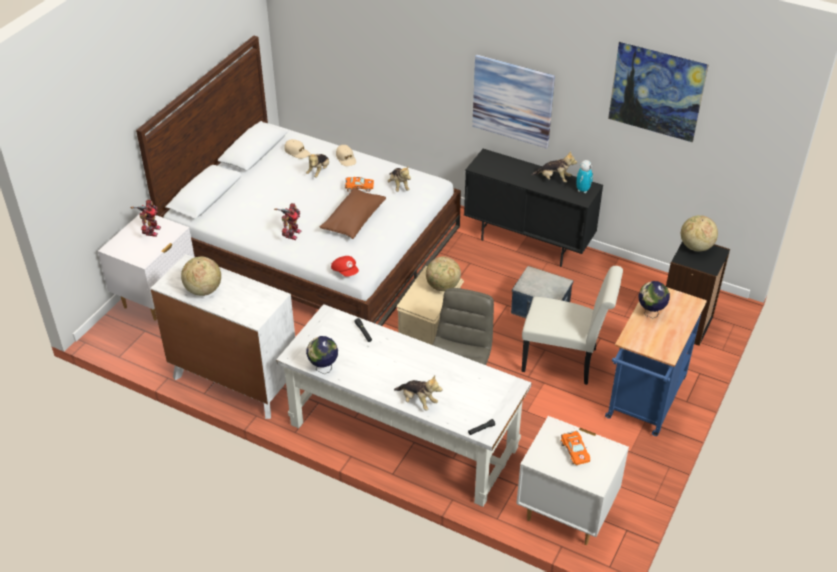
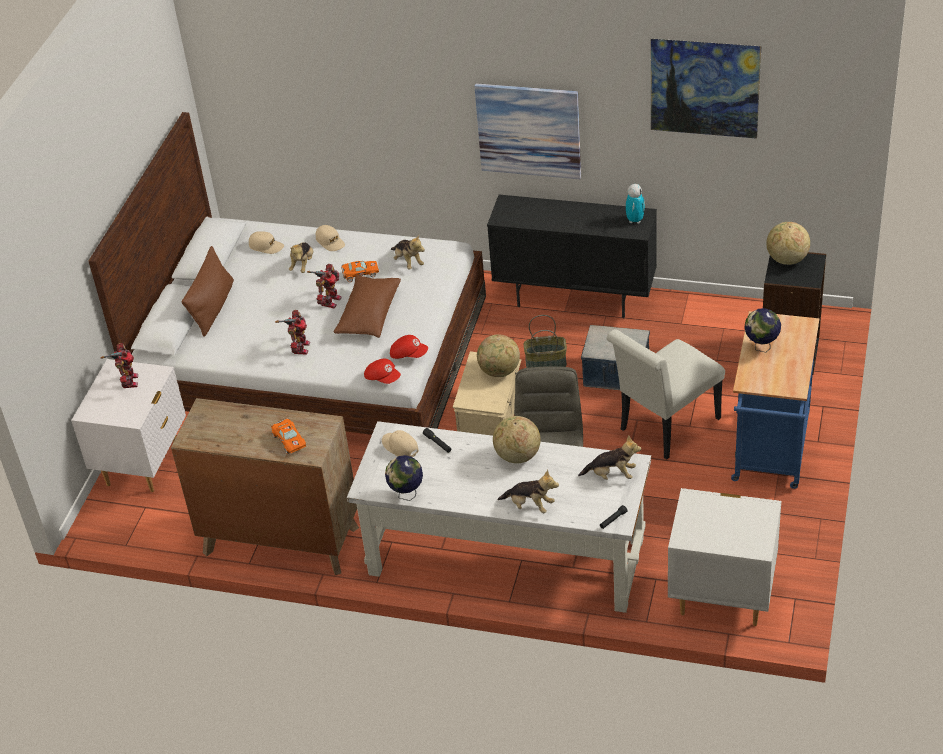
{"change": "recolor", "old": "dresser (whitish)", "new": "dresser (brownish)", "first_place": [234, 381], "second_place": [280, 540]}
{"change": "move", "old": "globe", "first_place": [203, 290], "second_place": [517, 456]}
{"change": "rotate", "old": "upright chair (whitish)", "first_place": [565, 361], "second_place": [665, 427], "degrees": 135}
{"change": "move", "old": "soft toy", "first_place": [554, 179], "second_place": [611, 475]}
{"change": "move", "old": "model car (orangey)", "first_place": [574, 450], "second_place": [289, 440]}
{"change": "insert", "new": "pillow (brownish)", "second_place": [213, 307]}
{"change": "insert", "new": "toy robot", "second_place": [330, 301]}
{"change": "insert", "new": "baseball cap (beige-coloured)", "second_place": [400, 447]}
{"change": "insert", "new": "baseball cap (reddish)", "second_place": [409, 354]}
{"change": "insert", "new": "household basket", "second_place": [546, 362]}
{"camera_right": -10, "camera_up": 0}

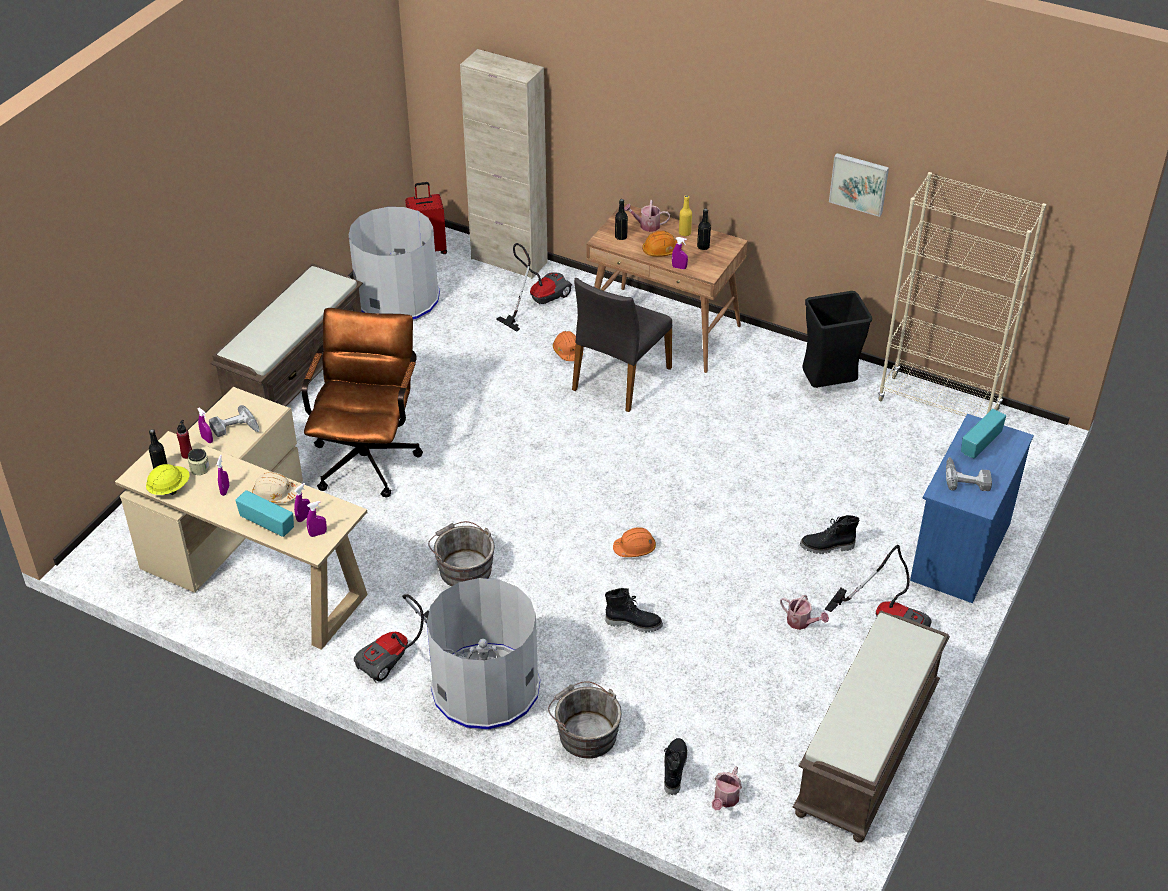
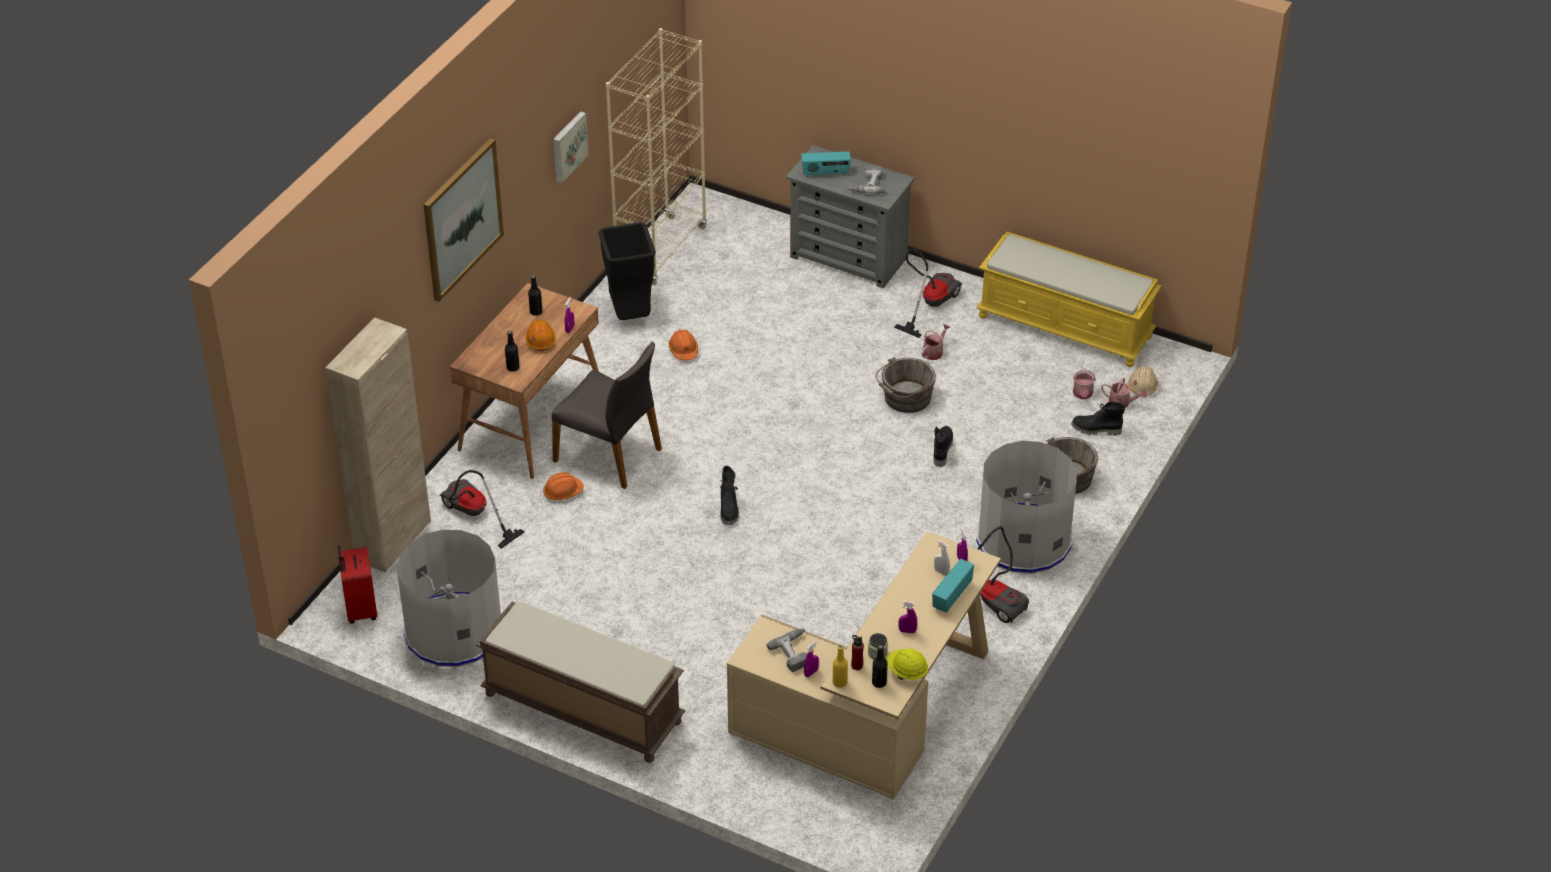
{"change": "move", "old": "work helmet (beige-coloured)", "first_place": [275, 495], "second_place": [1142, 386]}
{"change": "recolor", "old": "sprayer (purple-coloured)", "new": "sprayer (whitish)", "first_place": [304, 517], "second_place": [941, 572]}
{"change": "delete", "old": "desk chair (brownish)", "first_place": [368, 455]}
{"change": "move", "old": "pail (gray)", "first_place": [463, 568], "second_place": [905, 398]}
{"change": "move", "old": "work helmet (orangey)", "first_place": [634, 548], "second_place": [683, 350]}
{"change": "move", "old": "watering pot", "first_place": [646, 225], "second_place": [1082, 394]}
{"change": "move", "old": "bottle (yellow-coloured)", "first_place": [684, 233], "second_place": [839, 682]}
{"change": "recolor", "old": "bench (brownish)", "new": "bench (yellow-coloured)", "first_place": [867, 752], "second_place": [1066, 326]}
{"change": "move", "old": "tall boot (black-coloured)", "first_place": [827, 547], "second_place": [729, 509]}
{"change": "recolor", "old": "dresser (blue-coloured)", "new": "dresser (gray)", "first_place": [960, 552], "second_place": [849, 257]}
{"change": "rotate", "old": "radio", "first_place": [980, 444], "second_place": [825, 173], "degrees": -45}
{"change": "insert", "new": "wall art", "second_place": [462, 219]}
{"camera_right": -90, "camera_up": 0}

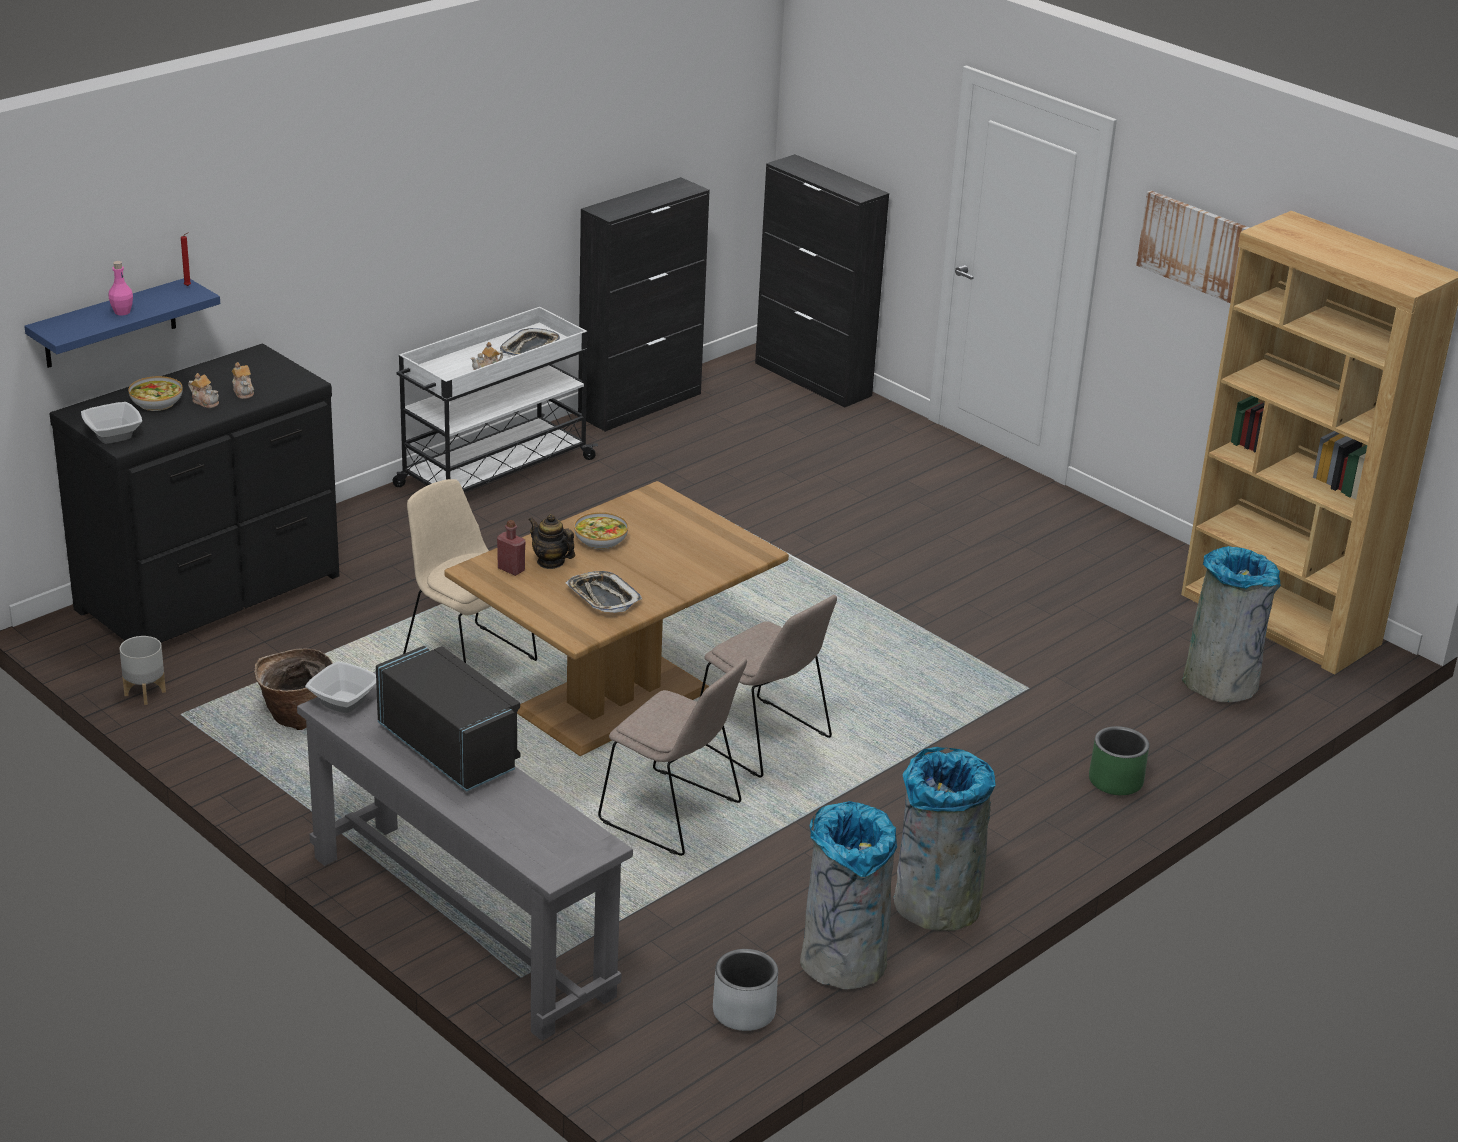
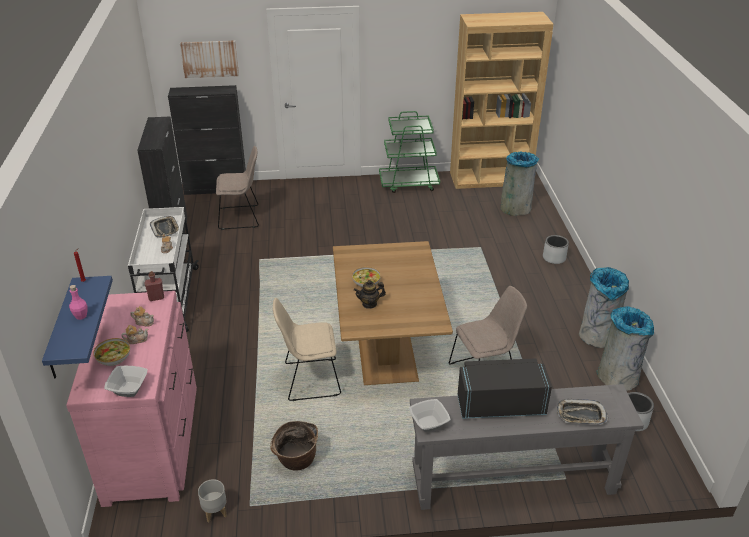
{"change": "recolor", "old": "dresser (black-coloured)", "new": "dresser (pink)", "first_place": [212, 594], "second_place": [154, 442]}
{"change": "move", "old": "bottle (reddish)", "first_place": [511, 569], "second_place": [156, 298]}
{"change": "move", "old": "carrying tray", "first_place": [603, 597], "second_place": [581, 415]}
{"change": "move", "old": "upright chair (beige-coloured)", "first_place": [765, 741], "second_place": [241, 217]}
{"change": "recolor", "old": "planter (greenish)", "new": "planter (gray)", "first_place": [1115, 781], "second_place": [554, 258]}
{"change": "move", "old": "wall art", "first_place": [1193, 246], "second_place": [209, 58]}
{"change": "insert", "new": "trolley (greenish)", "second_place": [409, 183]}
{"camera_right": -50, "camera_up": 5}

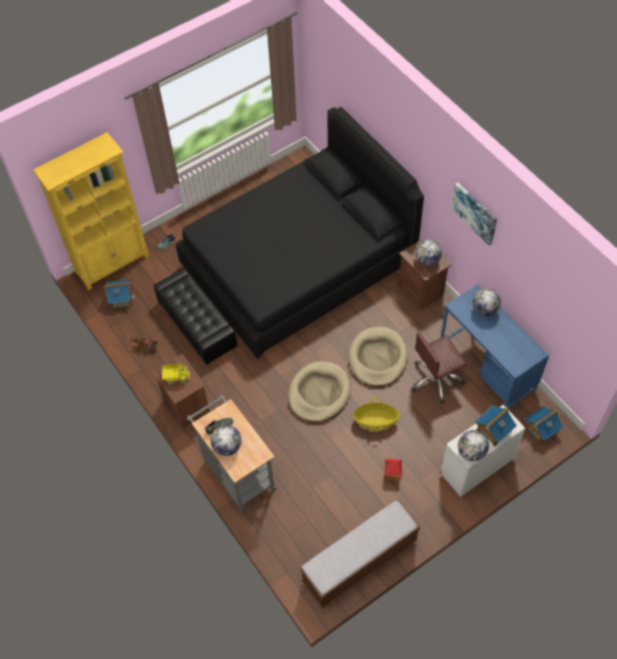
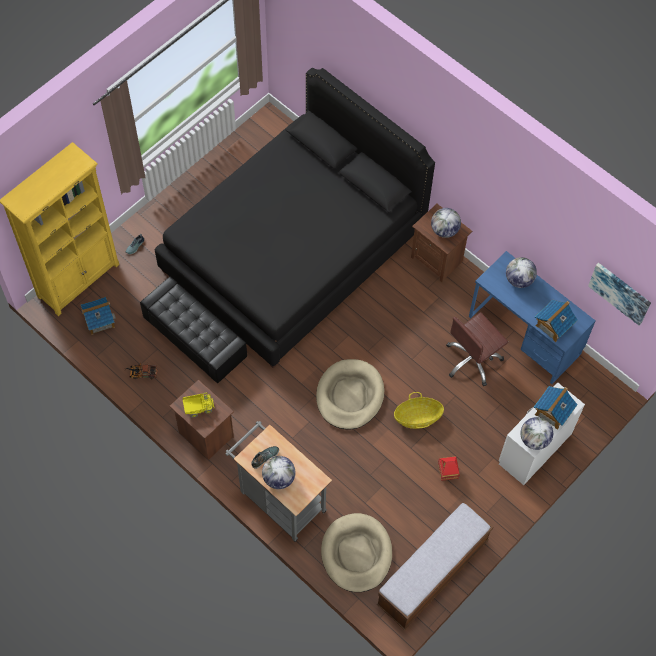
{"change": "move", "old": "pet bed (beige-coloured)", "first_place": [378, 358], "second_place": [356, 554]}
{"change": "move", "old": "wall art", "first_place": [475, 213], "second_place": [620, 292]}
{"change": "move", "old": "miniature house", "first_place": [541, 429], "second_place": [553, 325]}
{"camera_right": -15, "camera_up": 5}

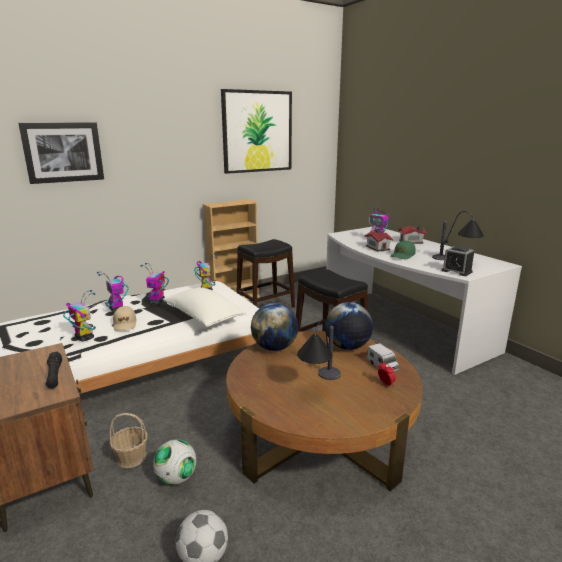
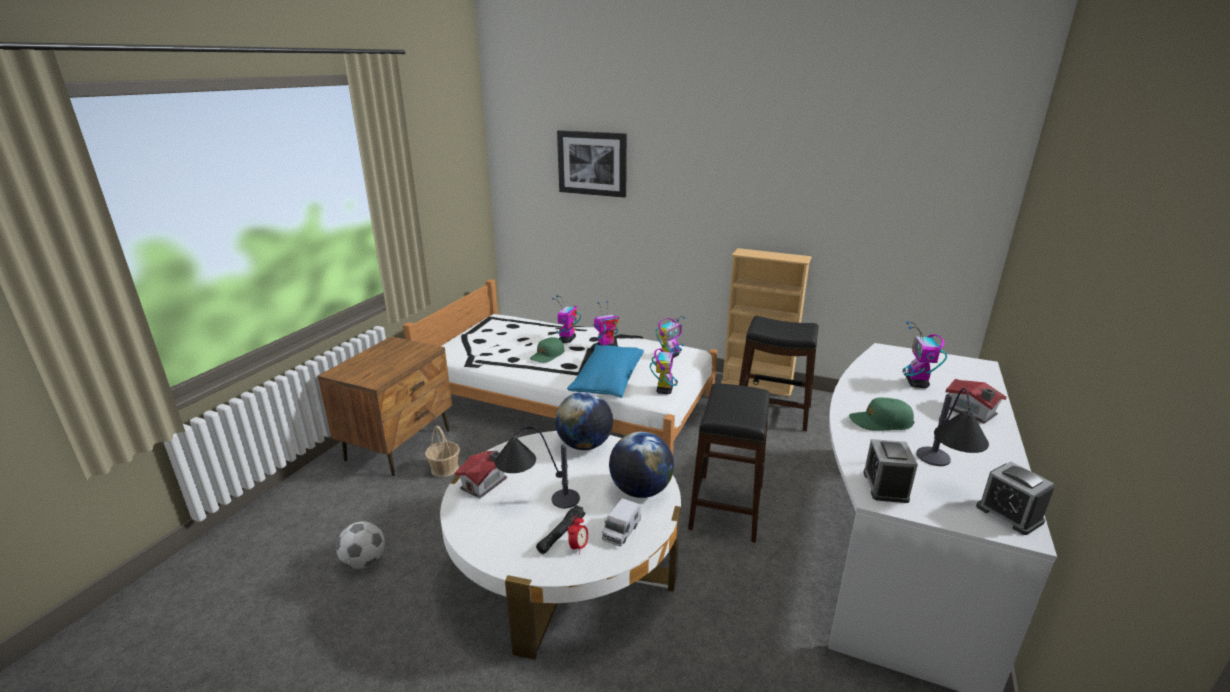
{"change": "move", "old": "flashlight (black-coloured)", "first_place": [54, 375], "second_place": [561, 535]}
{"change": "move", "old": "toy robot", "first_place": [84, 337], "second_place": [664, 390]}
{"change": "recolor", "old": "baseball cap (beige-coloured)", "new": "baseball cap (greenish)", "first_place": [125, 324], "second_place": [547, 355]}
{"change": "delete", "old": "football ball", "first_place": [176, 478]}
{"change": "recolor", "old": "pillow (whitish)", "new": "pillow (blue-coloured)", "first_place": [203, 317], "second_place": [607, 382]}
{"change": "delete", "old": "wall art", "first_place": [257, 132]}
{"change": "recolor", "old": "low table (brownish)", "new": "low table (whitish)", "first_place": [320, 433], "second_place": [565, 562]}
{"change": "move", "old": "miniature house", "first_place": [378, 248], "second_place": [485, 483]}
{"change": "insert", "new": "alarm clock", "second_place": [1009, 514]}
{"camera_right": 55, "camera_up": 5}

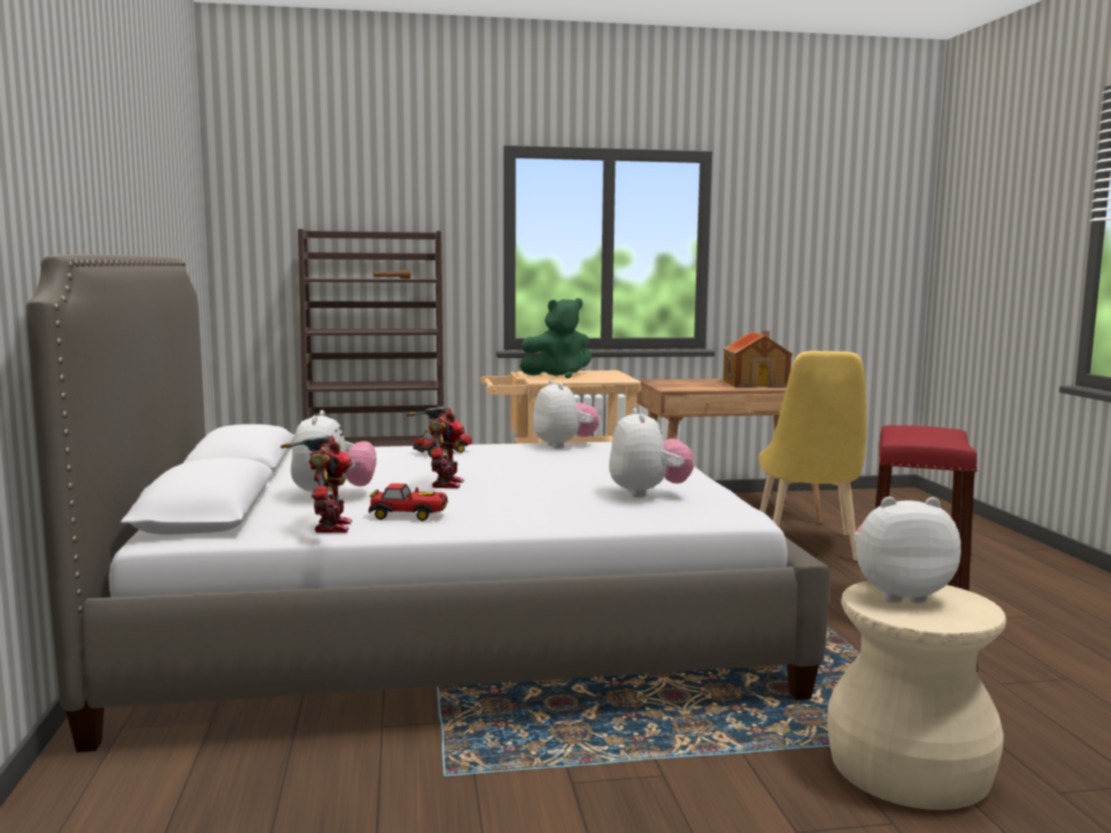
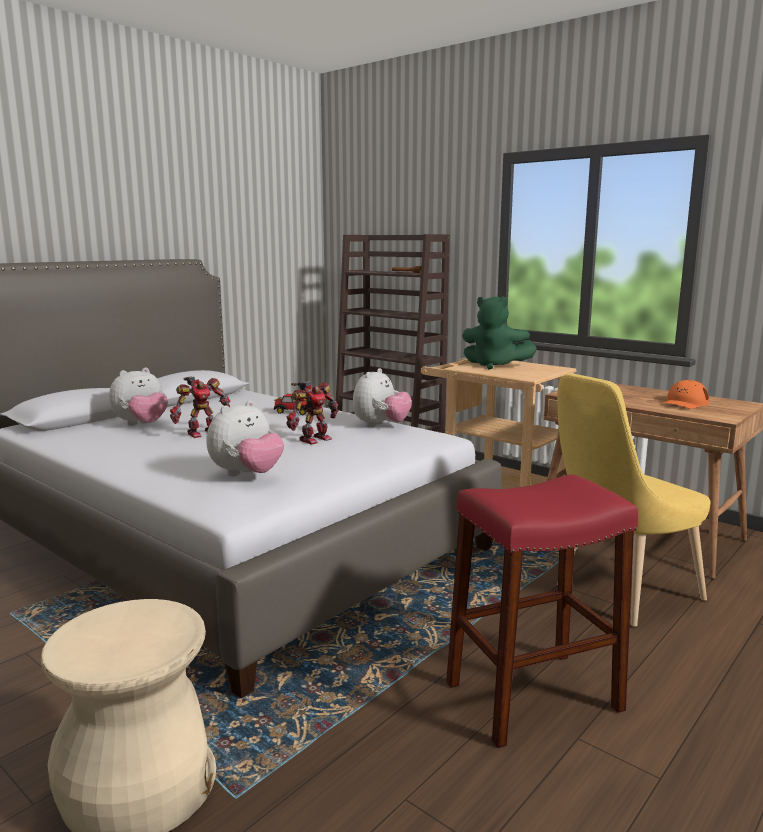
{"change": "move", "old": "toy robot", "first_place": [329, 527], "second_place": [313, 439]}
{"change": "delete", "old": "model car", "first_place": [409, 515]}
{"change": "replace", "old": "miniature house", "new": "baseball cap (orangey)", "first_place": [756, 383], "second_place": [684, 403]}
{"change": "delete", "old": "soft toy", "first_place": [899, 595]}
{"camera_right": 50, "camera_up": 5}

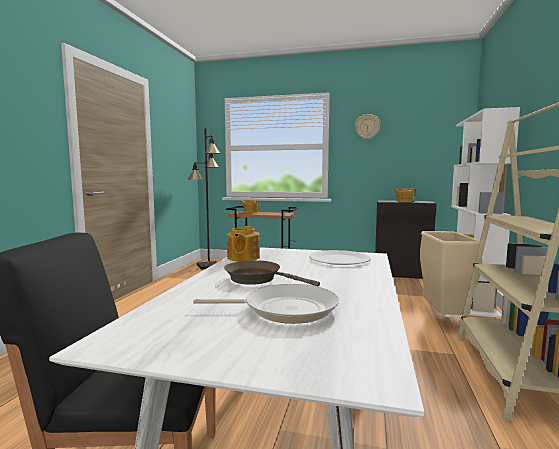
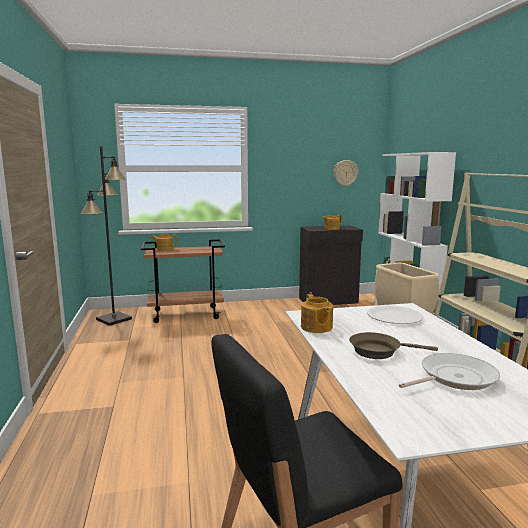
{"change": "move", "old": "hanging clock", "first_place": [367, 127], "second_place": [345, 173]}
{"camera_right": -25, "camera_up": 5}

